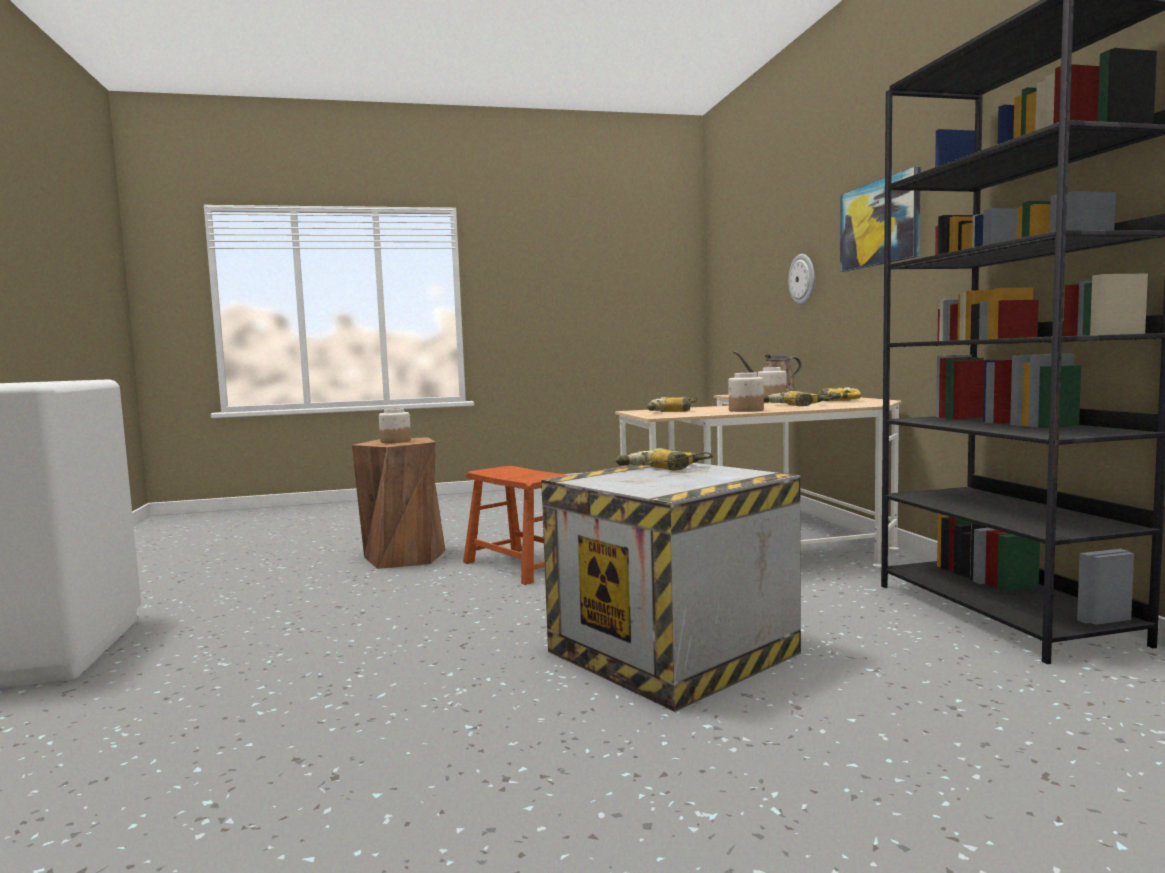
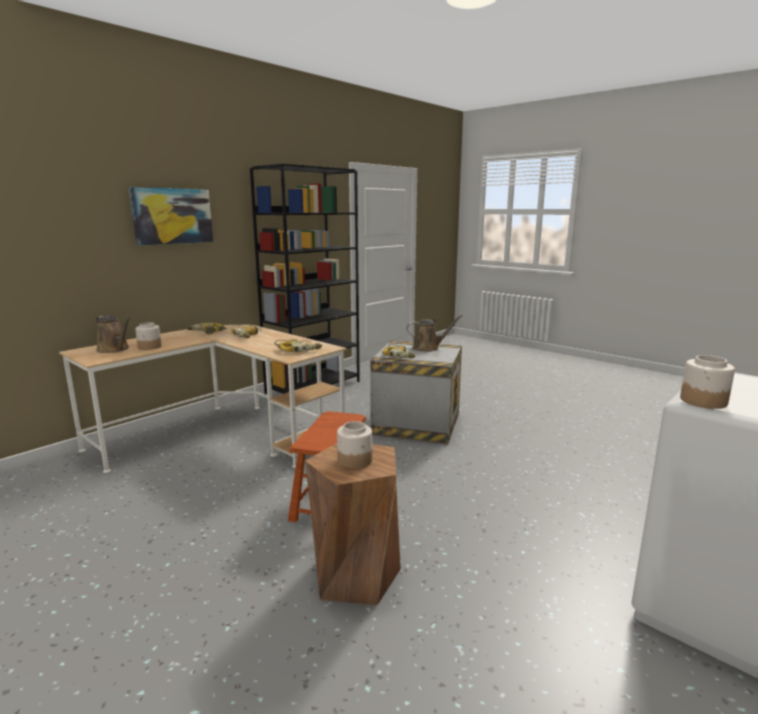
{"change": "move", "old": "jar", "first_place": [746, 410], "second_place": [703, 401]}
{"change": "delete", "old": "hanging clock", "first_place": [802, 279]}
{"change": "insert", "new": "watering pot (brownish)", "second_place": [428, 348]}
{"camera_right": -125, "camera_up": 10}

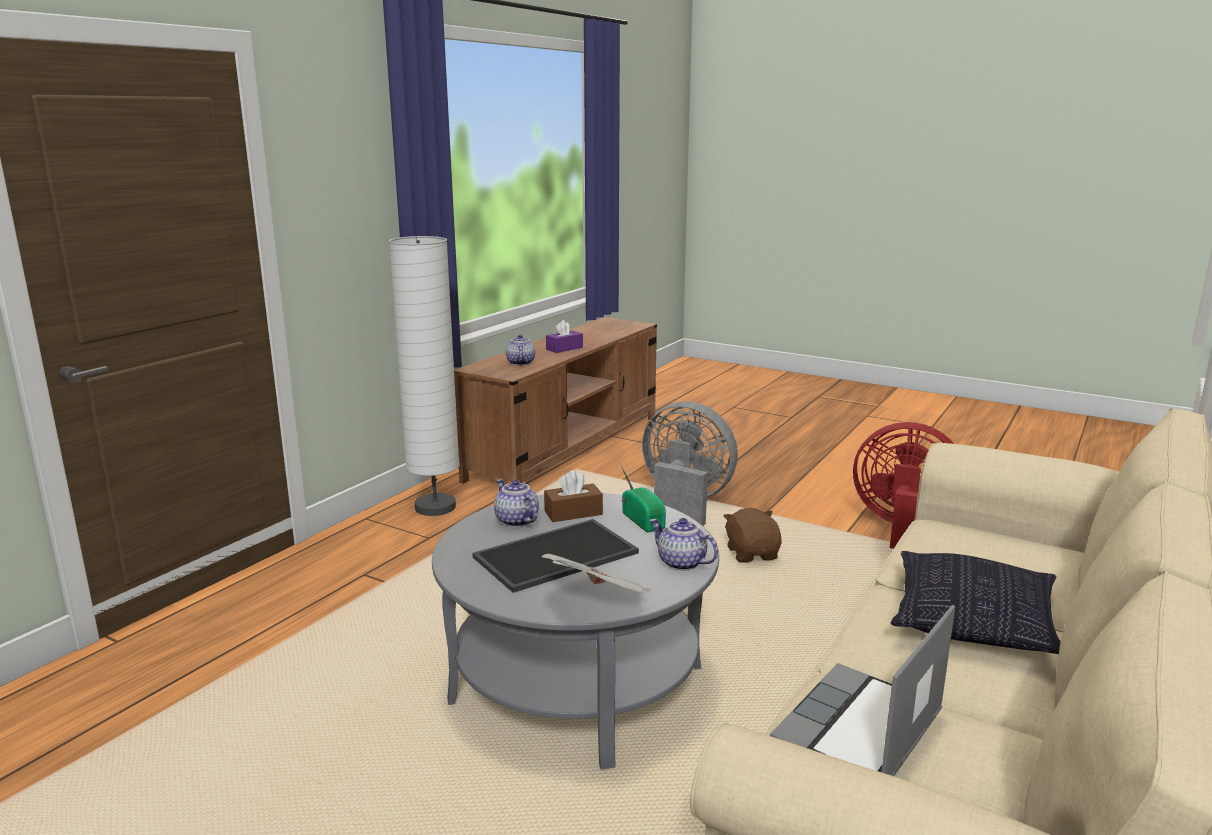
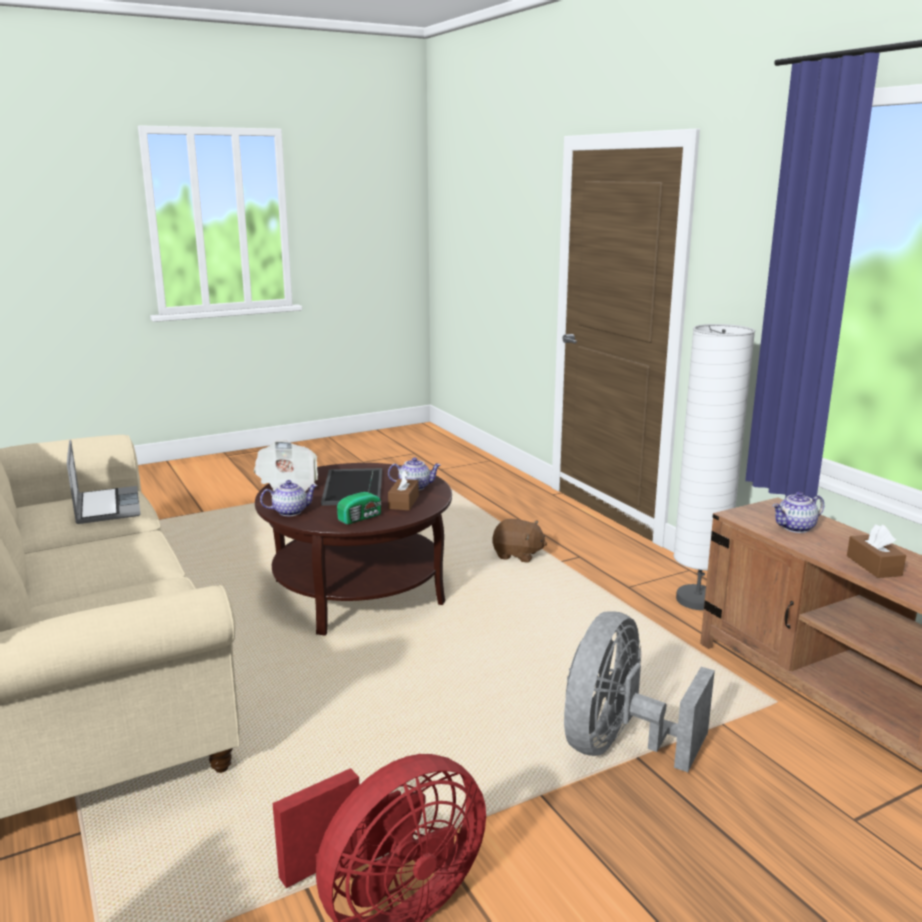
{"change": "recolor", "old": "low table (gray)", "new": "low table (brownish)", "first_place": [577, 685], "second_place": [358, 592]}
{"change": "rotate", "old": "tea pot", "first_place": [520, 363], "second_place": [796, 528], "degrees": 135}
{"change": "recolor", "old": "box of tissues (purple-coloured)", "new": "box of tissues (brownish)", "first_place": [564, 348], "second_place": [873, 565]}
{"change": "rotate", "old": "radio", "first_place": [643, 520], "second_place": [361, 517], "degrees": -45}
{"change": "rotate", "old": "fan (gray)", "first_place": [685, 502], "second_place": [619, 745], "degrees": 150}
{"change": "move", "old": "soft toy (brownish)", "first_place": [752, 554], "second_place": [517, 555]}
{"change": "delete", "old": "pillow", "first_place": [972, 624]}
{"camera_right": 120, "camera_up": 0}

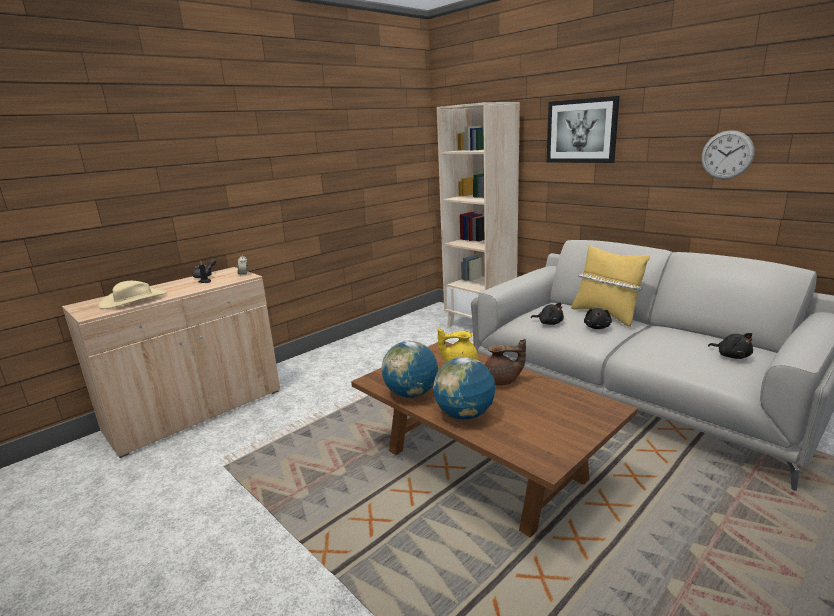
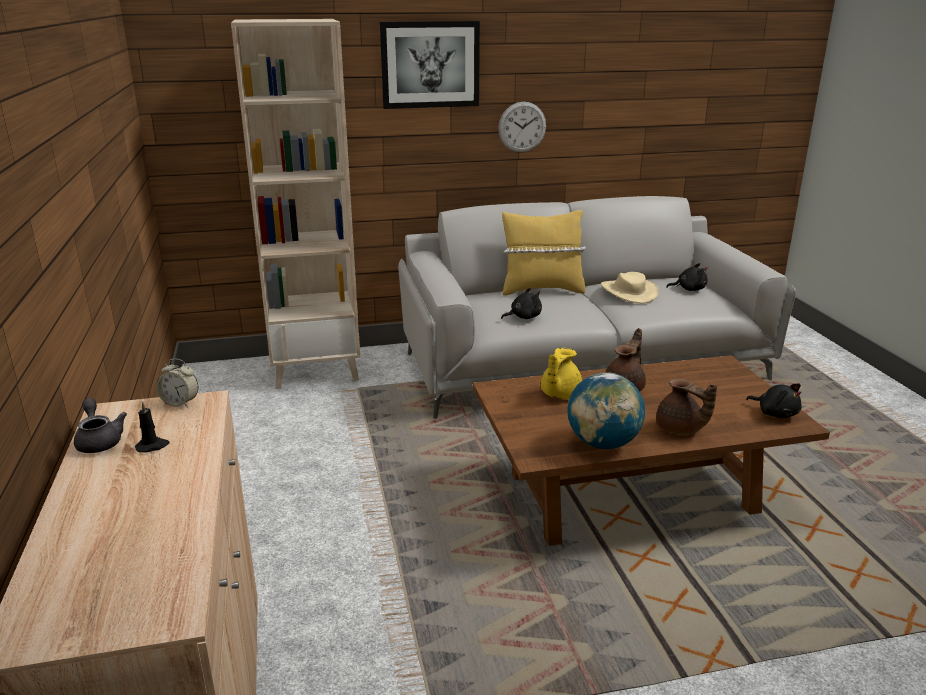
{"change": "move", "old": "hat (beige-coloured)", "first_place": [133, 300], "second_place": [629, 292]}
{"change": "replace", "old": "globe", "new": "tea pot (brownish)", "first_place": [464, 415], "second_place": [680, 429]}
{"change": "move", "old": "soft toy (black-coloured)", "first_place": [597, 327], "second_place": [775, 413]}
{"change": "move", "old": "hanging clock", "first_place": [727, 155], "second_place": [522, 127]}
{"camera_right": -60, "camera_up": 5}

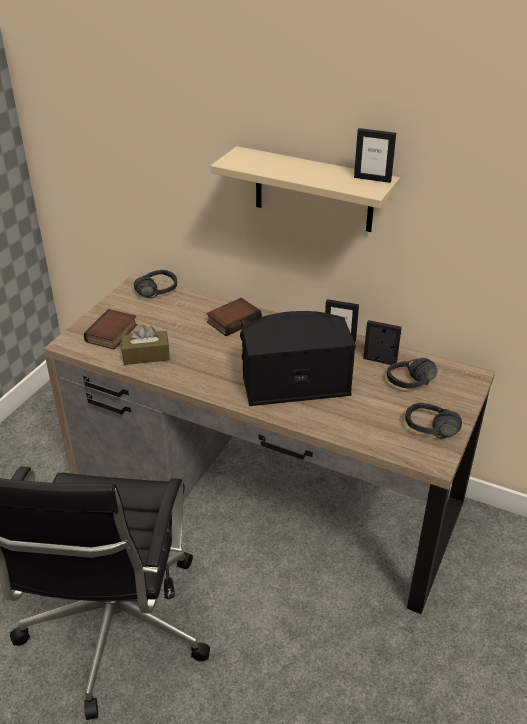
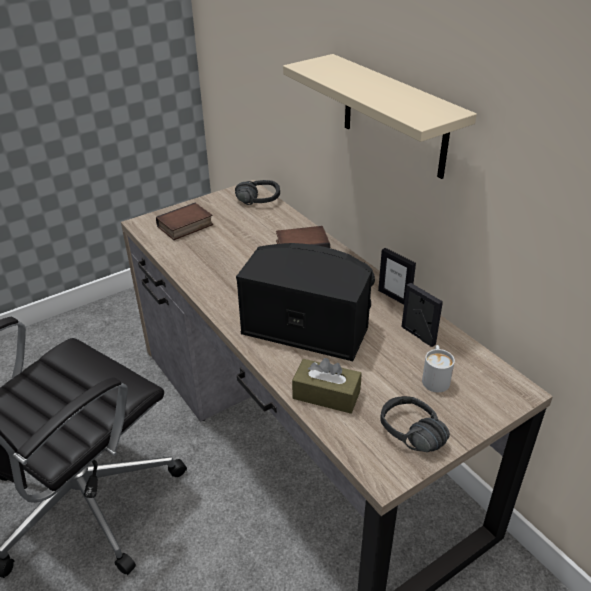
{"change": "move", "old": "box of tissues (brownish)", "first_place": [146, 355], "second_place": [326, 395]}
{"change": "delete", "old": "picture frame", "first_place": [372, 179]}
{"change": "replace", "old": "headset (black-coloured)", "new": "mug (whitish)", "first_place": [415, 386], "second_place": [435, 377]}
{"camera_right": 30, "camera_up": 0}

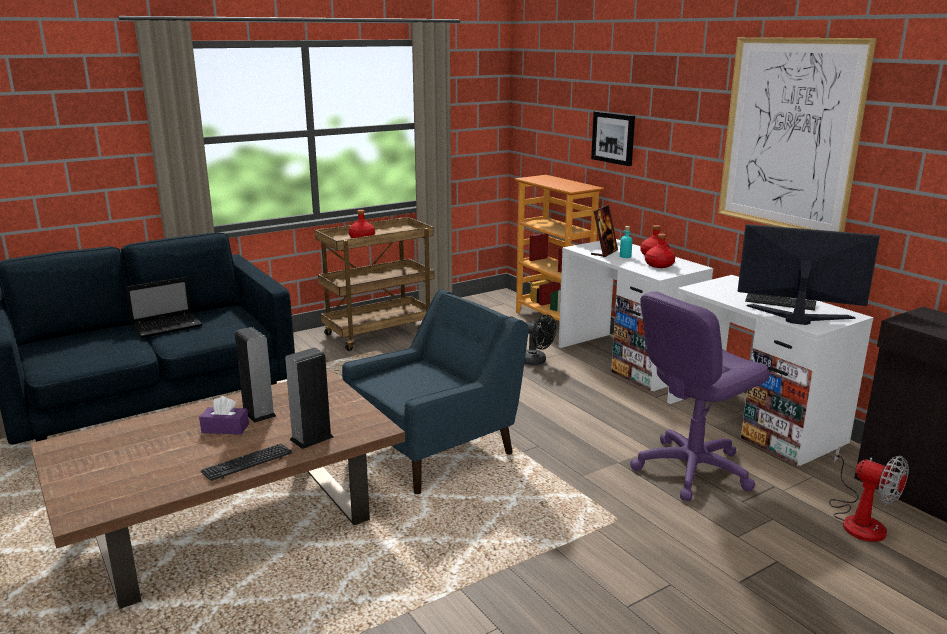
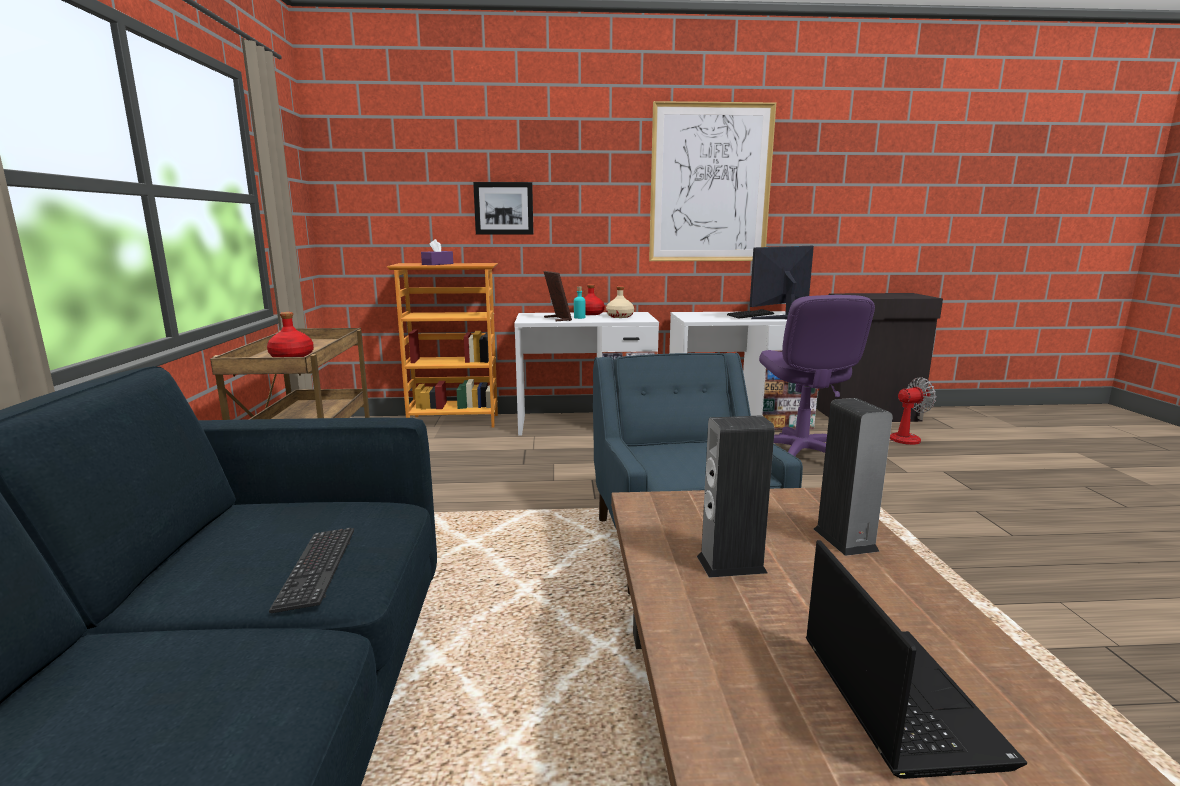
{"change": "move", "old": "notebook computer", "first_place": [168, 326], "second_place": [894, 696]}
{"change": "move", "old": "box of tissues (purple-coloured)", "first_place": [225, 428], "second_place": [437, 264]}
{"change": "move", "old": "keyboard", "first_place": [247, 463], "second_place": [317, 569]}
{"change": "delete", "old": "fan (black-coloured)", "first_place": [536, 362]}
{"change": "recolor", "old": "bottle (reddish)", "new": "bottle (beige-coloured)", "first_place": [659, 265], "second_place": [619, 316]}
{"camera_right": -60, "camera_up": -5}

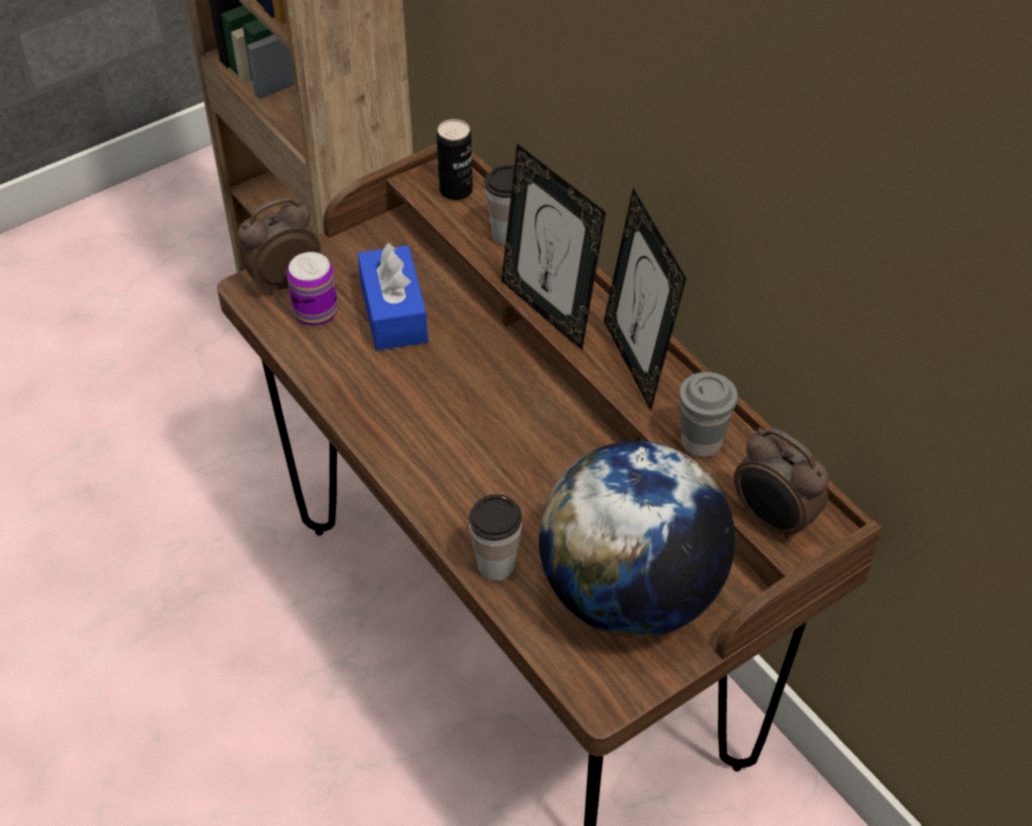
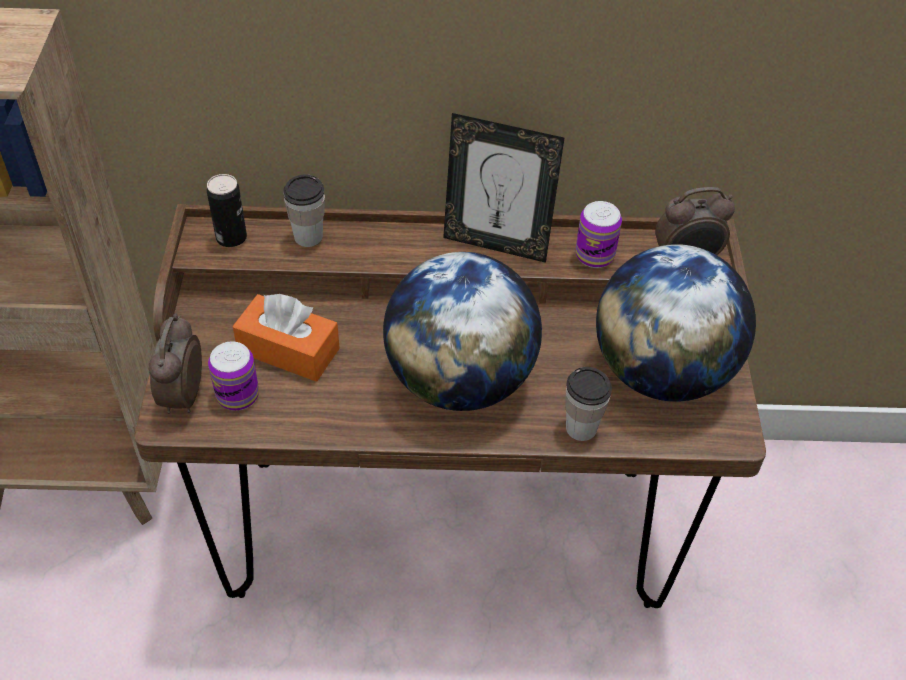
{"change": "recolor", "old": "box of tissues (blue-coloured)", "new": "box of tissues (orangey)", "first_place": [393, 312], "second_place": [288, 350]}
{"change": "delete", "old": "picture frame", "first_place": [548, 310]}
{"change": "replace", "old": "cup (gray)", "new": "metal can", "first_place": [701, 442], "second_place": [594, 255]}
{"change": "insert", "new": "globe", "second_place": [460, 380]}
{"camera_right": -55, "camera_up": 0}

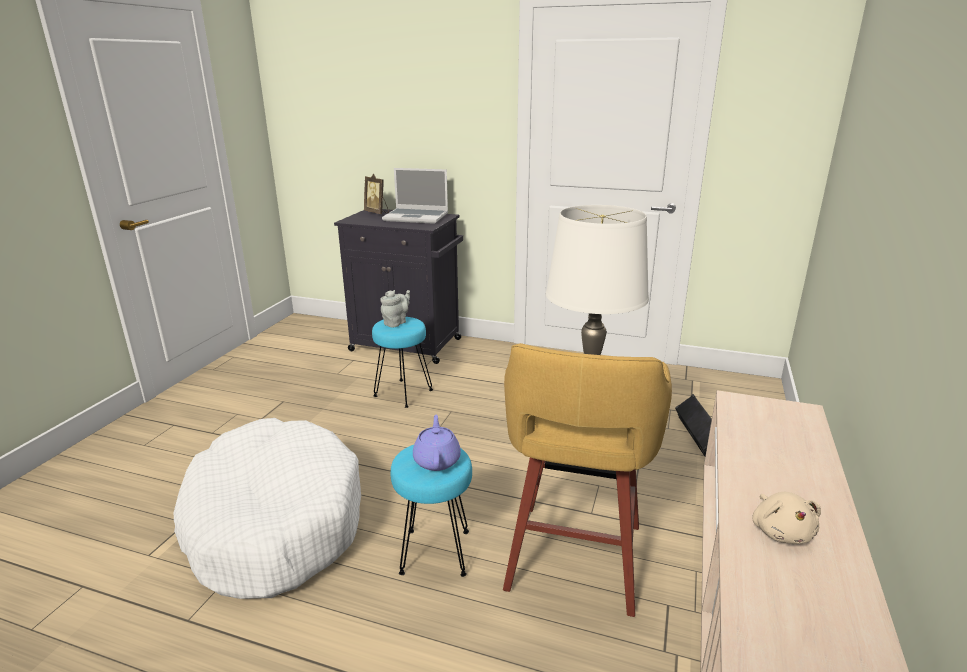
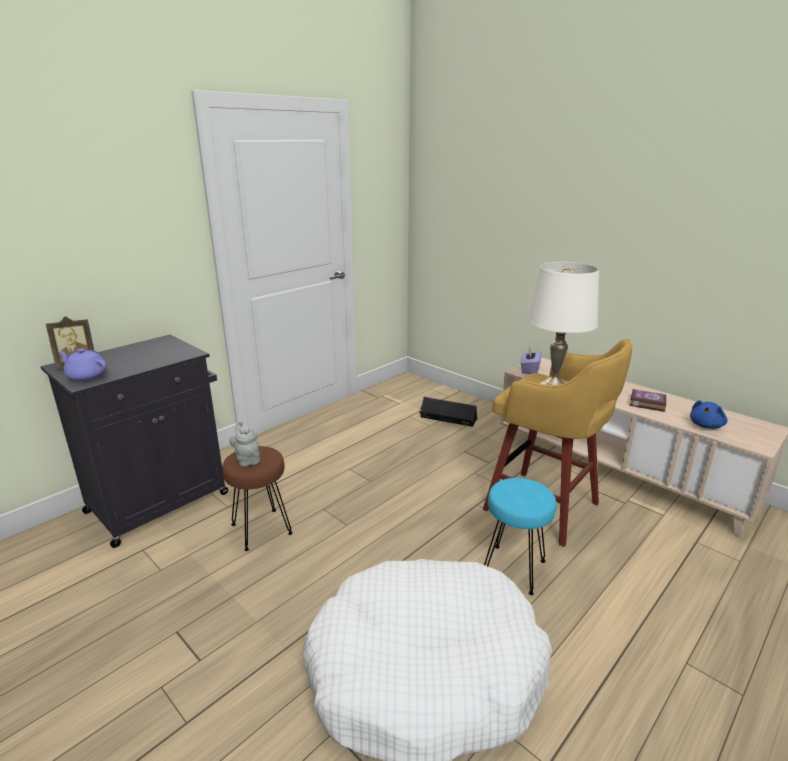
{"change": "recolor", "old": "stool seat (turquoise-coloured)", "new": "stool seat (brownish)", "first_place": [402, 393], "second_place": [261, 530]}
{"change": "delete", "old": "notebook computer", "first_place": [417, 217]}
{"change": "move", "old": "tea pot (purple-coloured)", "first_place": [437, 460], "second_place": [86, 376]}
{"change": "replace", "old": "soft toy (beige-coloured)", "new": "bound book", "first_place": [781, 531], "second_place": [646, 403]}
{"change": "insert", "new": "box of tissues (purple-coloured)", "second_place": [529, 370]}
{"change": "insert", "new": "soft toy (blue-coloured)", "second_place": [706, 425]}
{"camera_right": -65, "camera_up": 0}

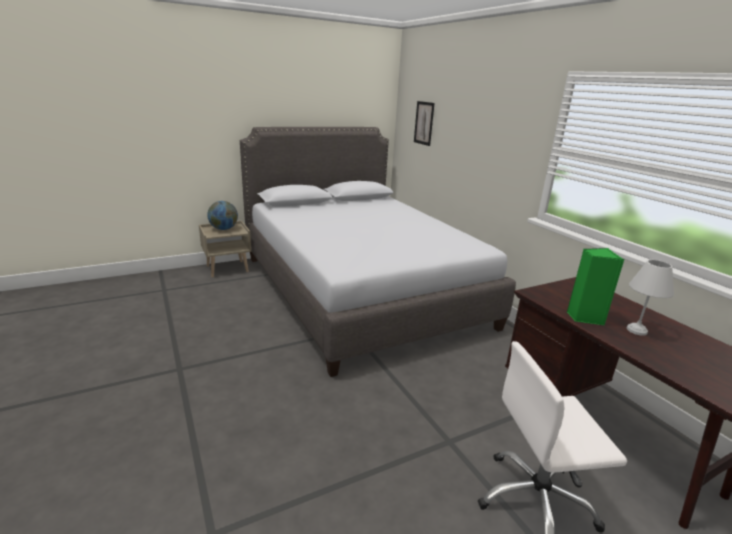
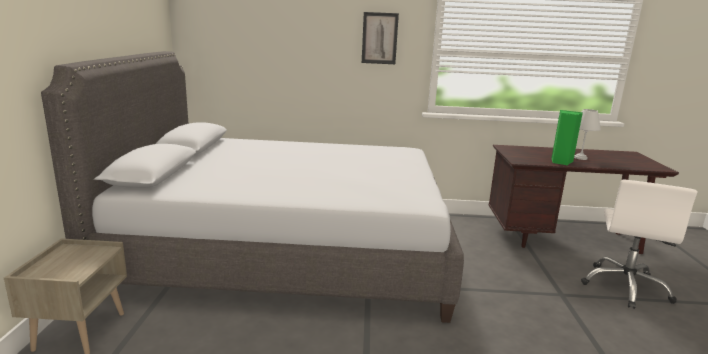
{"change": "delete", "old": "globe", "first_place": [223, 229]}
{"change": "move", "old": "wall art", "first_place": [424, 123], "second_place": [379, 38]}
{"camera_right": -60, "camera_up": -5}

